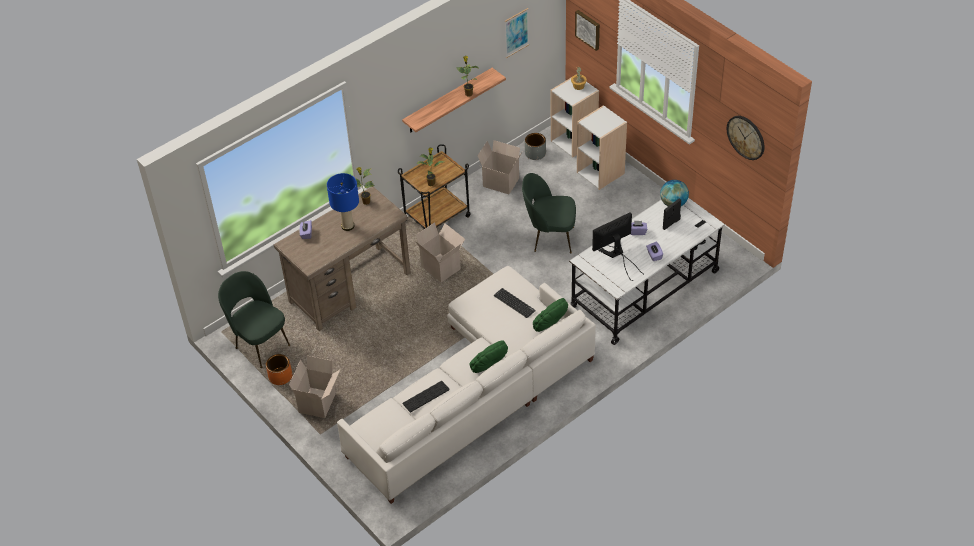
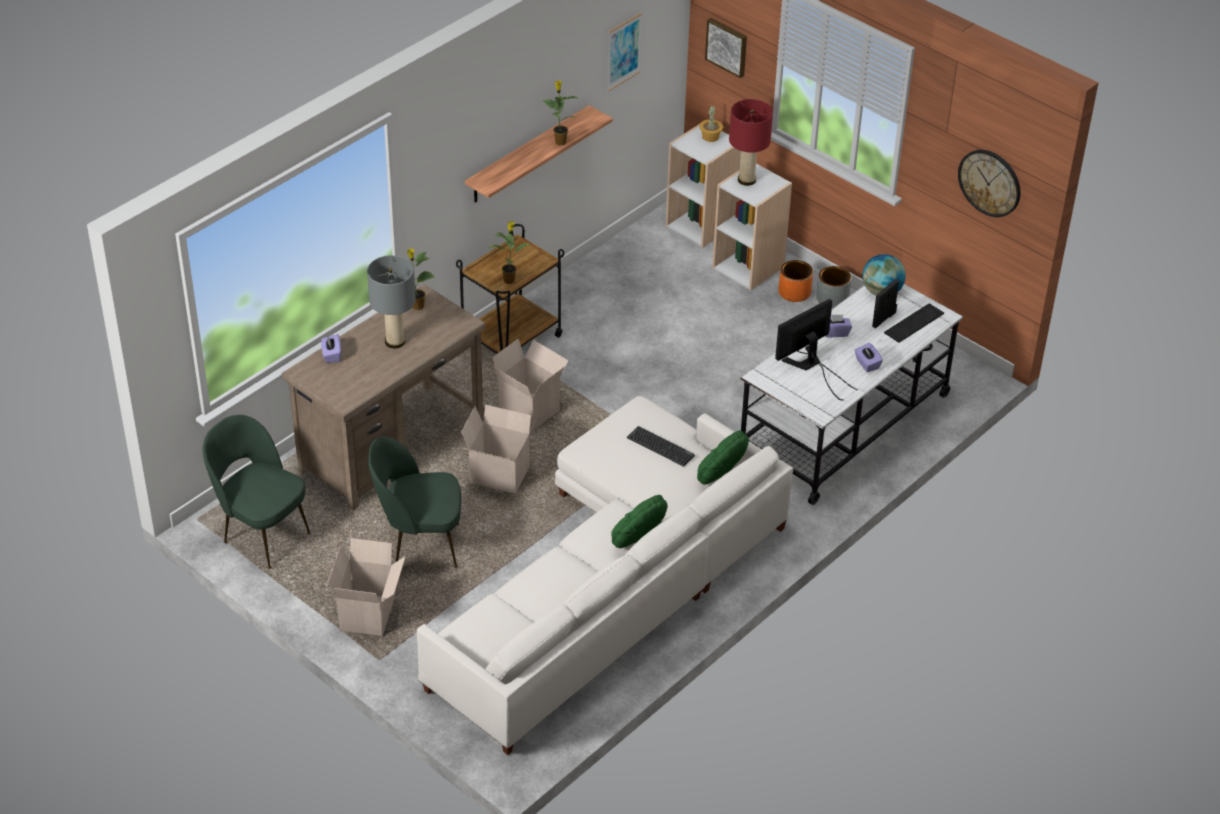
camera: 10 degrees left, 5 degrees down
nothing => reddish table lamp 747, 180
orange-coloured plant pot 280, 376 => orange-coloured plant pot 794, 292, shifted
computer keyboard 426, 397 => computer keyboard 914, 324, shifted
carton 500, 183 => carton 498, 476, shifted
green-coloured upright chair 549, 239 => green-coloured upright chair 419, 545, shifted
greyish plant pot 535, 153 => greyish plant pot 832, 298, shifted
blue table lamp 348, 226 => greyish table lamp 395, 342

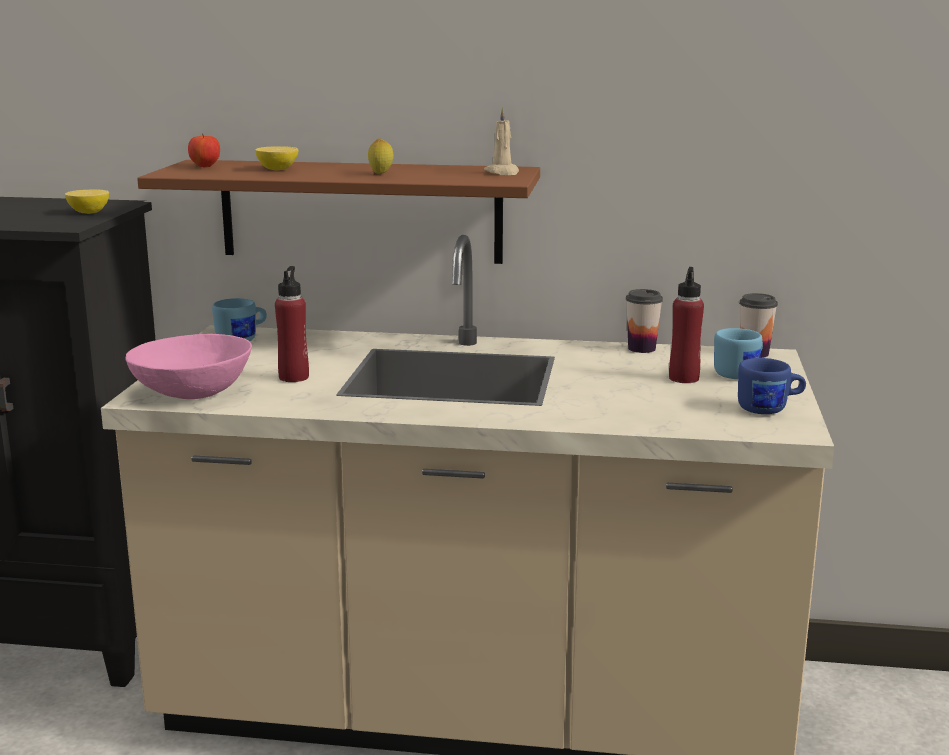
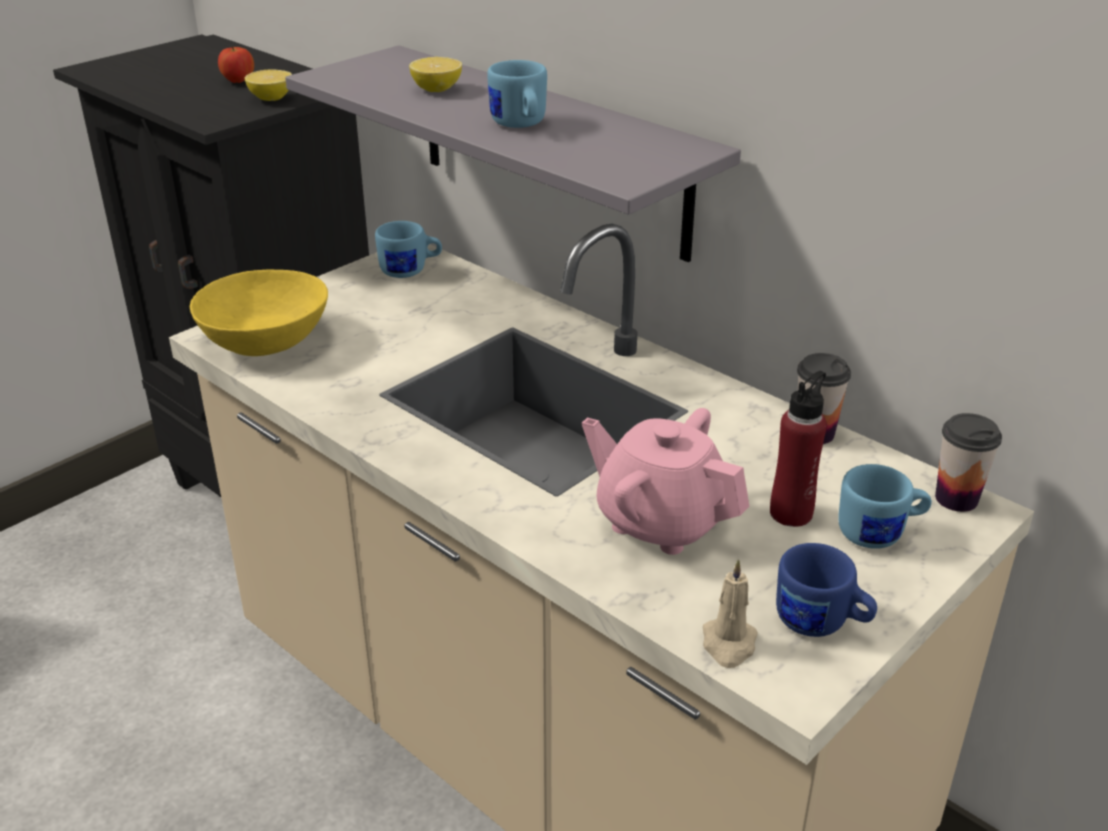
camera: 35 degrees right, 15 degrees up
reddish drink bottle 294, 377 => nothing
nothing => pinkish teapot 660, 521
whole apple 205, 166 => whole apple 238, 81, shifted
sand-coloured wax candle 502, 173 => sand-coloured wax candle 729, 644, shifted
lemon 381, 174 => blue mug 520, 125
pinkish serving bowl 194, 391 => yellow-coloured serving bowl 267, 341
brownish shelf 360, 211 => greyish shelf 551, 150

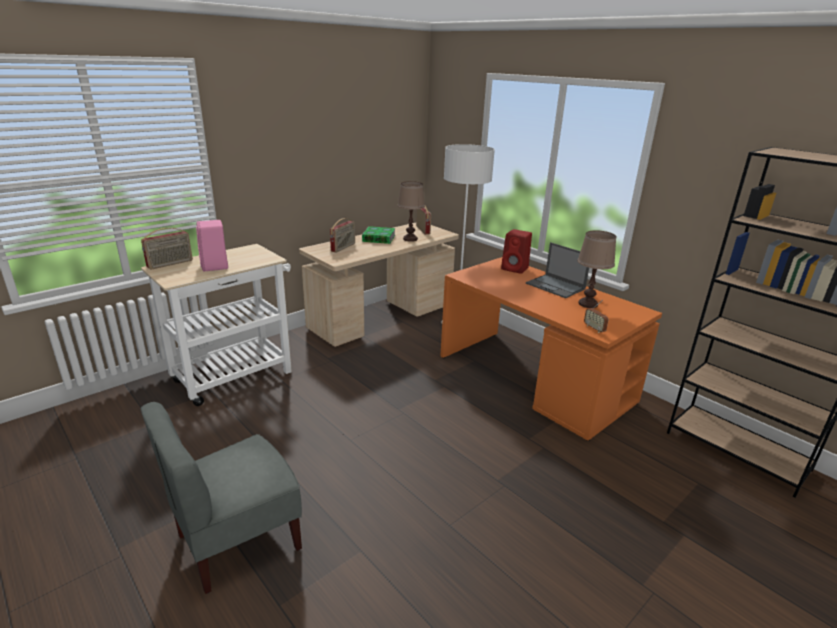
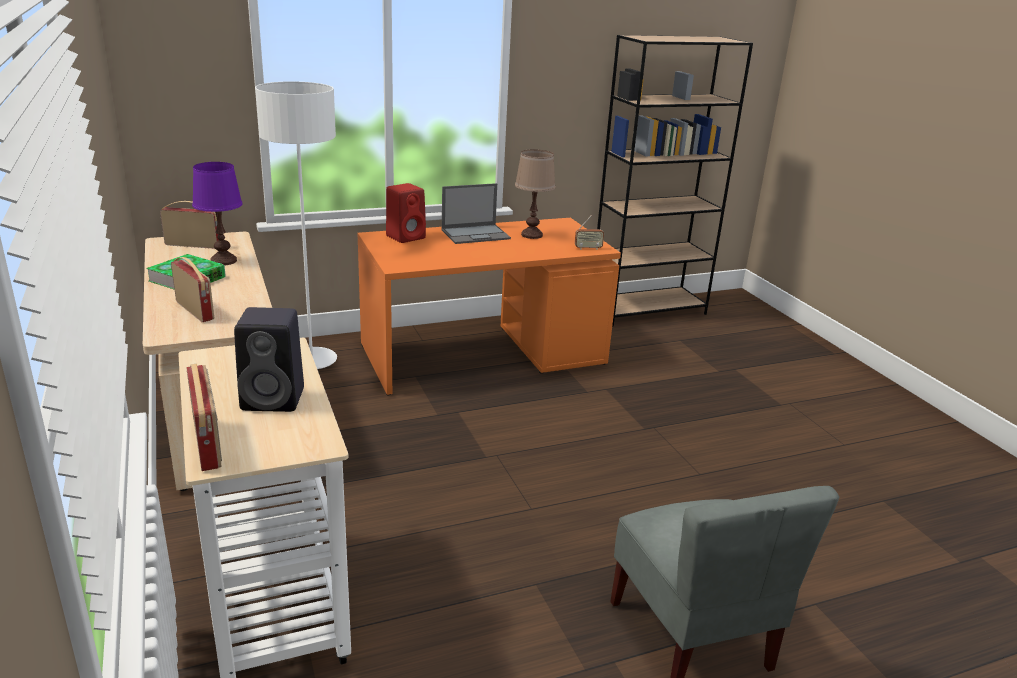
camera: 70 degrees left, 0 degrees up
pinkish audio speaker 215, 266 => black-coloured audio speaker 275, 399
brownish table lamp 410, 239 => purple-coloured table lamp 224, 261

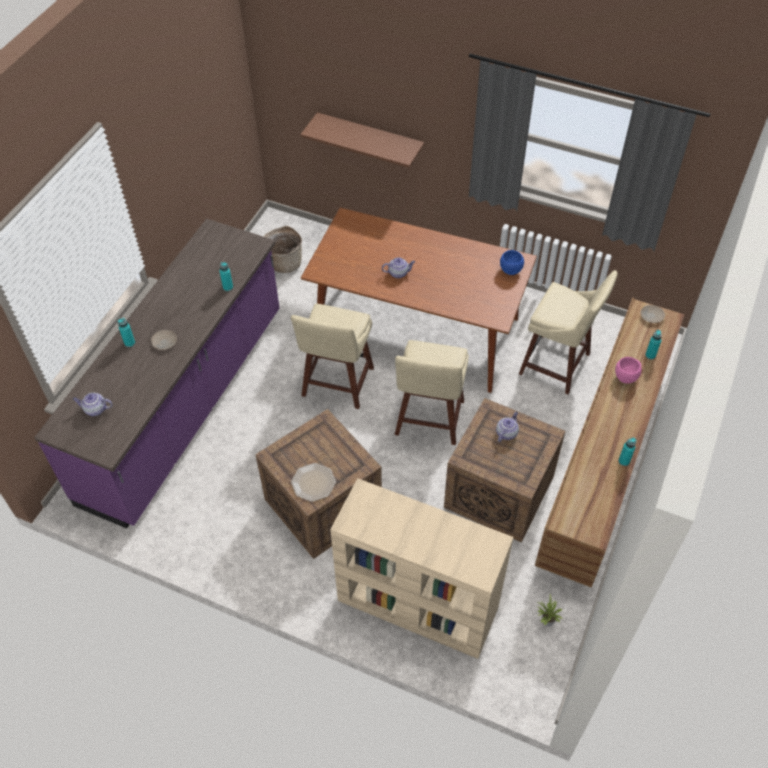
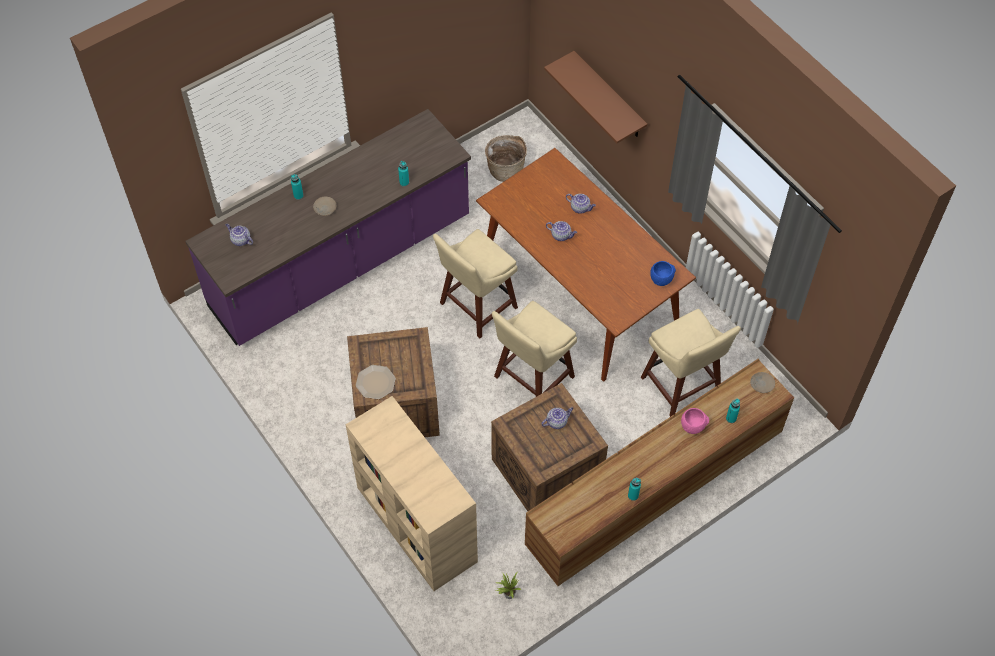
camera: 30 degrees right, 5 degrees up
nothing => teapot 580, 208

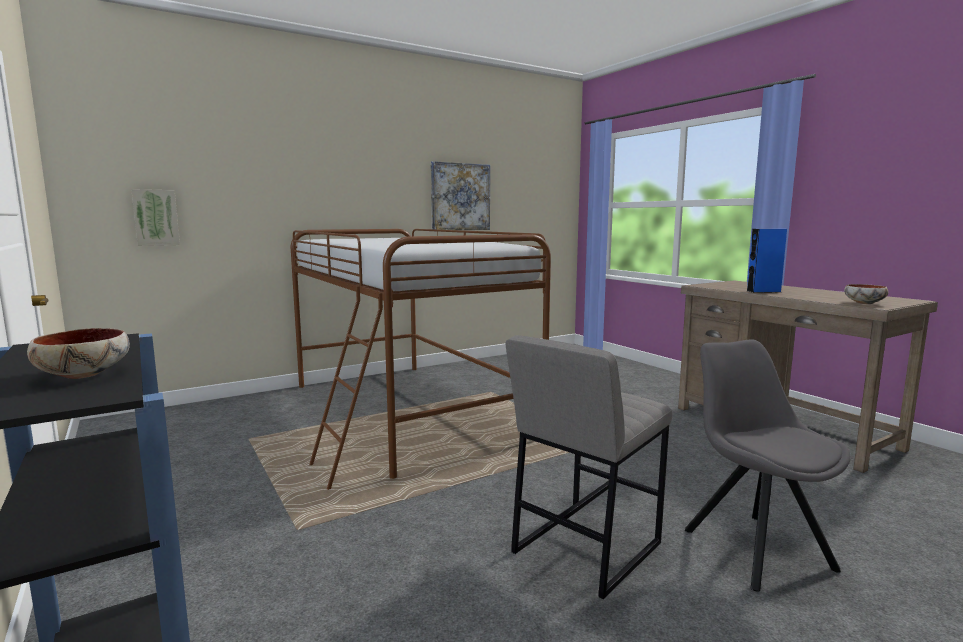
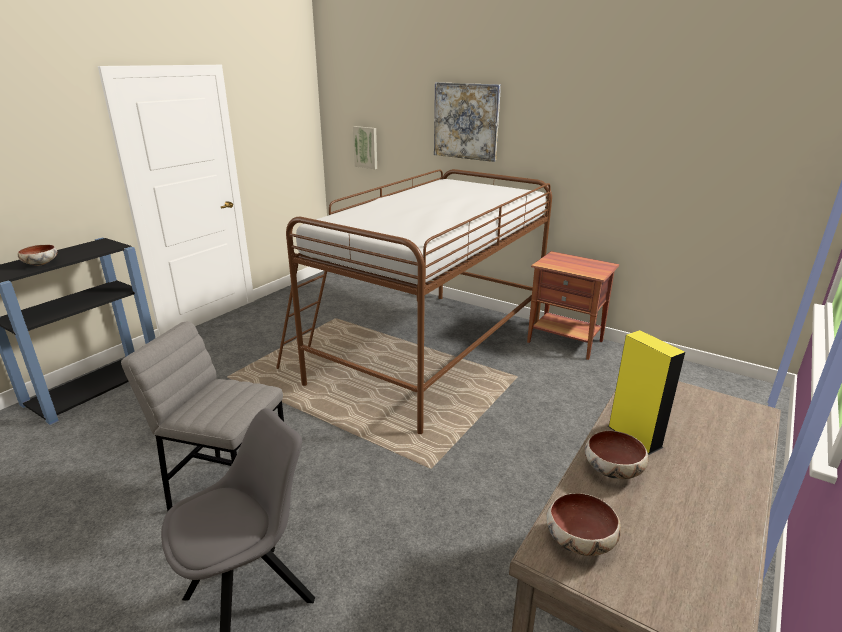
camera: 65 degrees right, 15 degrees up
nothing => nightstand 566, 341
nothing => serving bowl 612, 470
wall picture 460, 197 => wall picture 466, 121, shifted
blue audio speaker 763, 291 => yellow-coloured audio speaker 634, 436

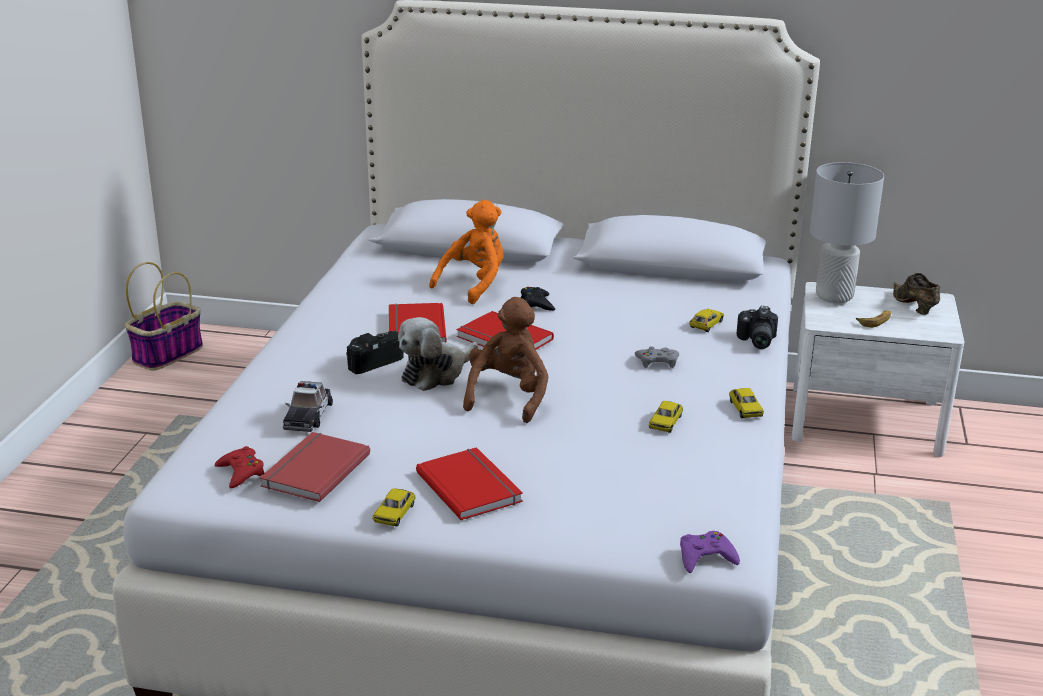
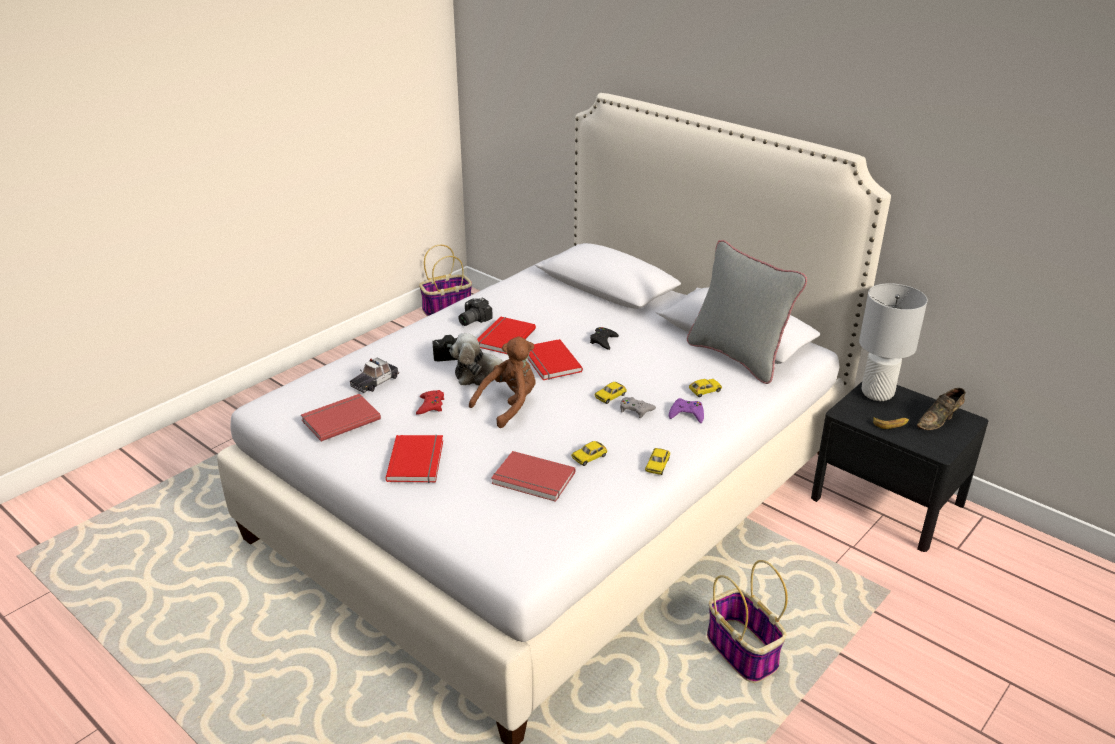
camera: 30 degrees right, 5 degrees up
orange-coloured plush toy 474, 284 => nothing
nothing => reddish bound book 533, 480
nothing => greyish cushion 738, 357
nothing => basket 743, 652
reddish game controller 241, 472 => reddish game controller 430, 405, shifted
toy car 394, 513 => toy car 610, 396, shifted
purple-coloured game controller 705, 557 => purple-coloured game controller 687, 414, shifted
photo camera 755, 341 => photo camera 472, 320, shifted
white nightstand 865, 420 => black-coloured nightstand 887, 501
brownish shoe 914, 306 => brownish shoe 939, 421, 135 degrees counterclockwise

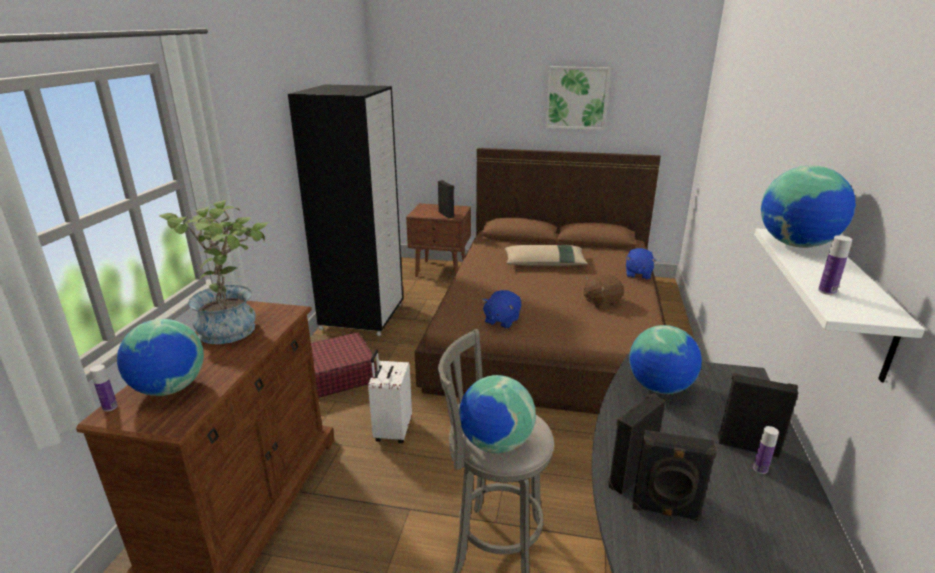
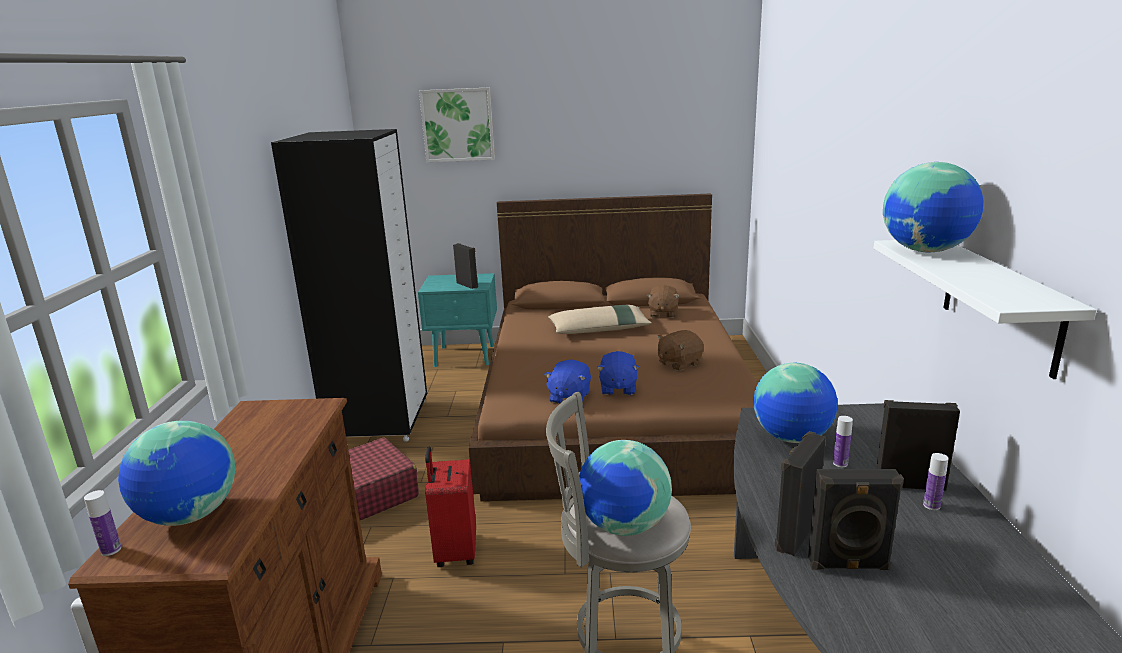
camera: 10 degrees left, 5 degrees down
plant in a pot 234, 326 => nothing
nothing => brownish plush toy 662, 313
wall picture 576, 98 => wall picture 458, 125, shifted
blue plush toy 637, 274 => blue plush toy 617, 388, shifted
drink bottle 827, 291 => drink bottle 840, 463, shifted
white suitcase 392, 431 => reddish suitcase 454, 552
brownish nightstand 441, 270 => blue-green nightstand 465, 356

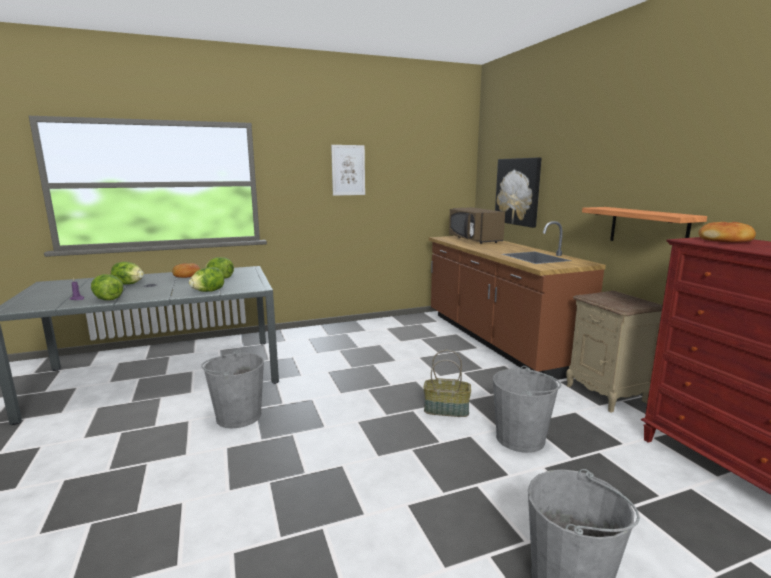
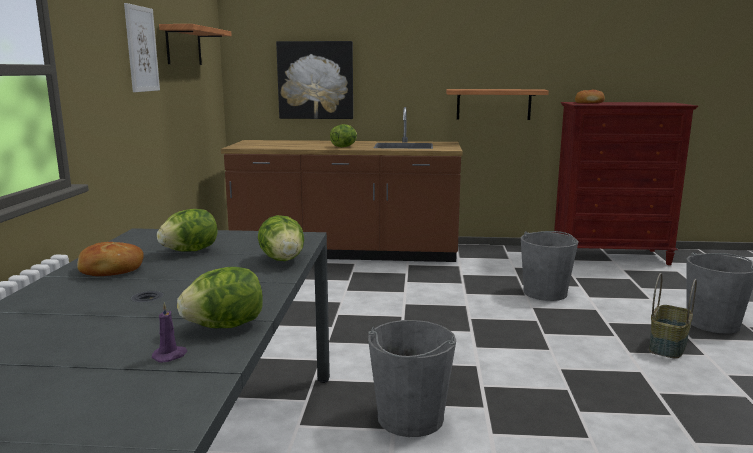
camera: 65 degrees left, 0 degrees up
brownish kitchen microwave 473, 240 => nothing
sand-coloured nightstand 606, 394 => nothing
nothing => shelf 184, 46
head of lettuce 129, 284 => head of lettuce 344, 147, shifted
basket 447, 409 => basket 667, 345, shifted

